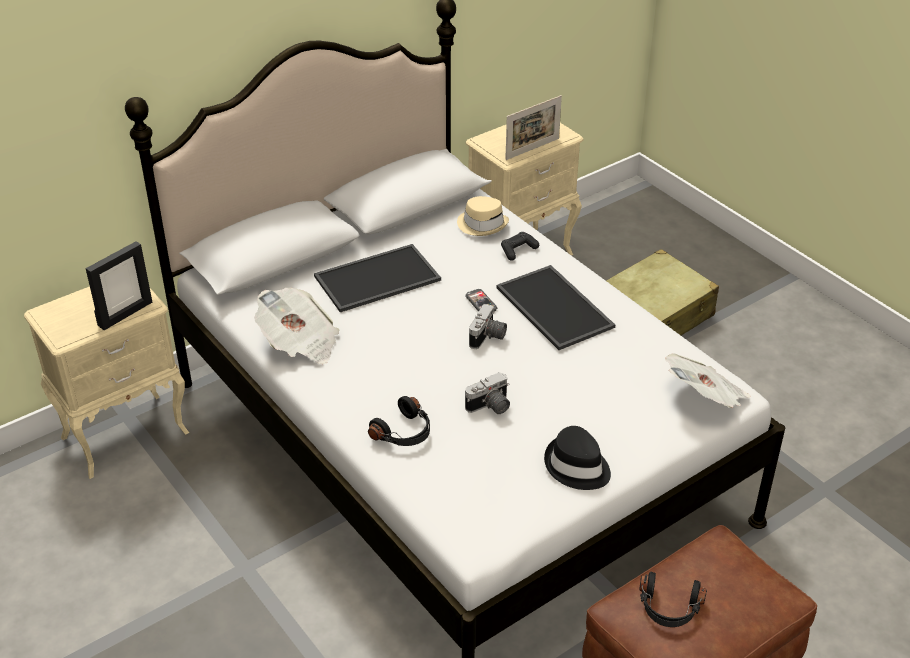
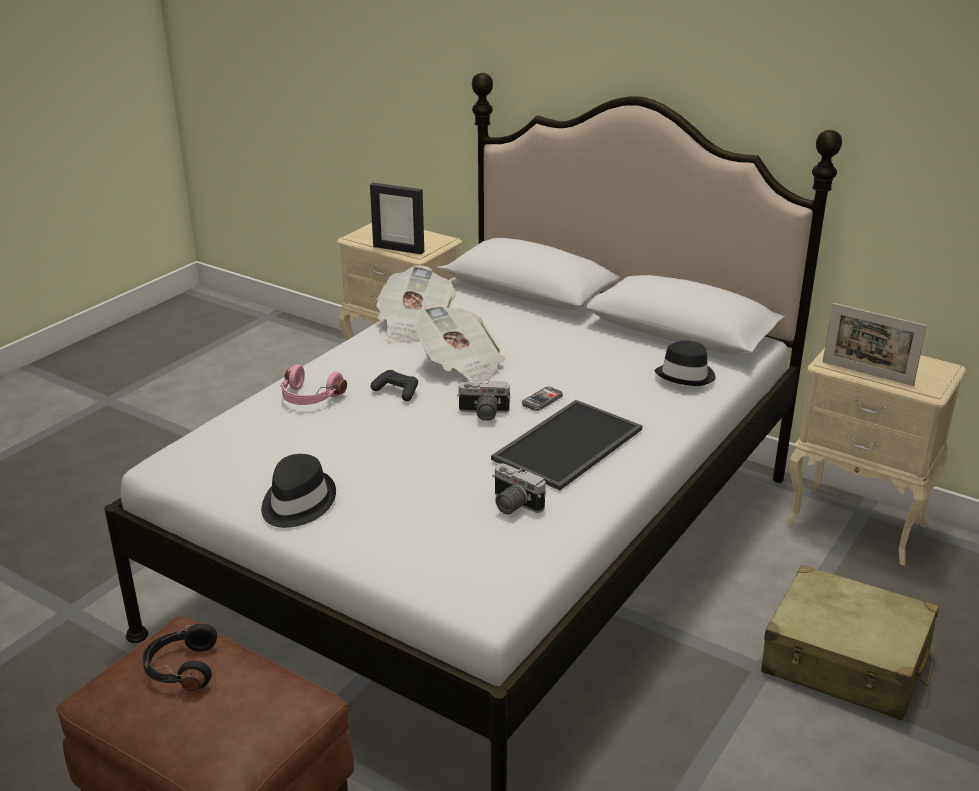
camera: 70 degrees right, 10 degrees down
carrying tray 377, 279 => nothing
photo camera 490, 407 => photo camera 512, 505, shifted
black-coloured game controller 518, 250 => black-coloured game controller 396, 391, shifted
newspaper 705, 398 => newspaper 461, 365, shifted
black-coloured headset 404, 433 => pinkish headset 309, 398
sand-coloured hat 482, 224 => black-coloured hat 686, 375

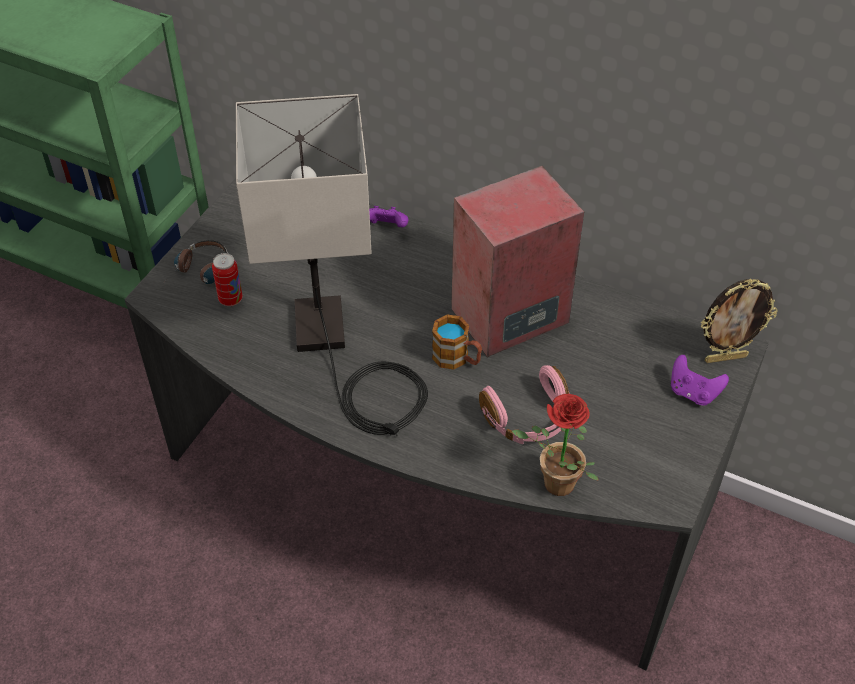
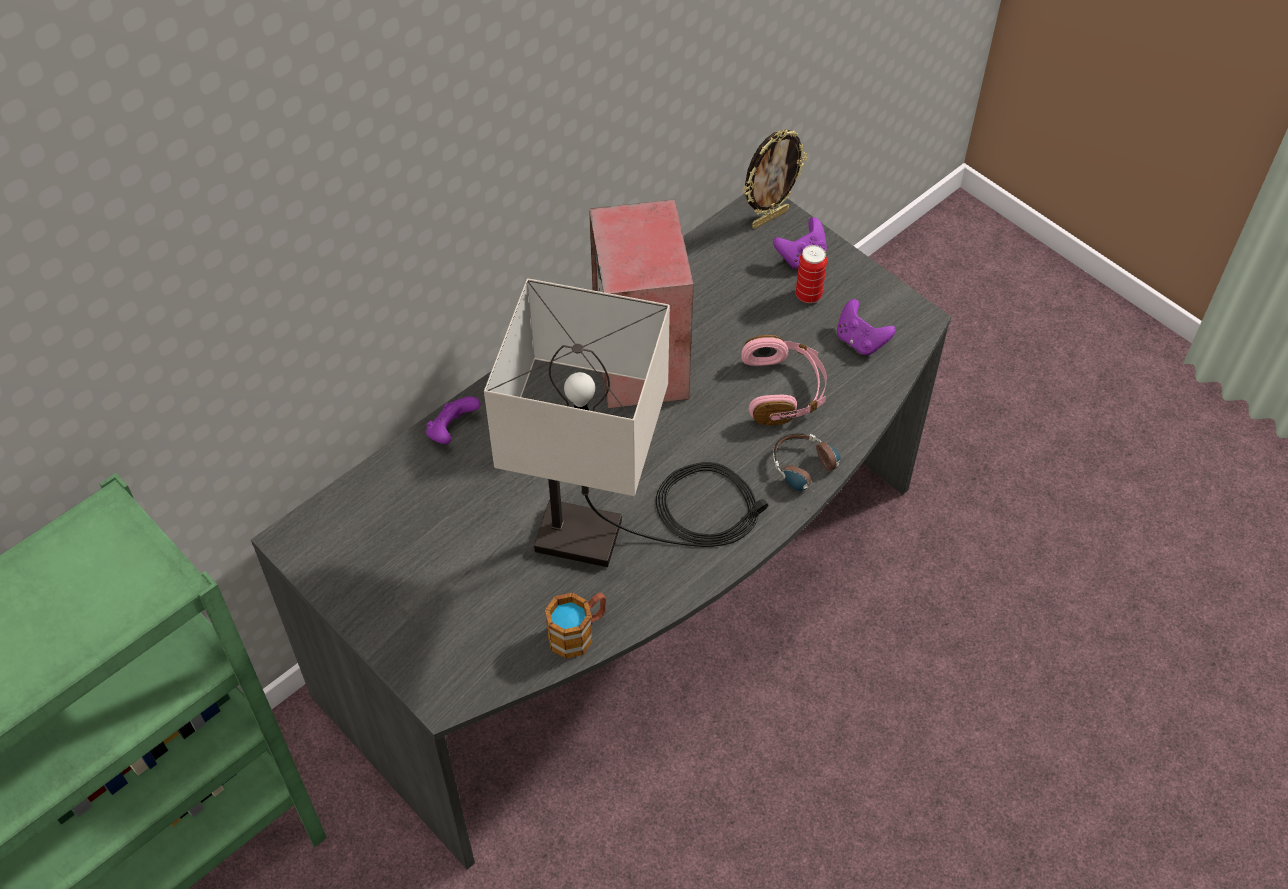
camera: 70 degrees left, 5 degrees up
plant in a pot 552, 485 => nothing
nothing => purple-coloured game controller 860, 341
headset 199, 273 => headset 810, 473, shifted
metal can 230, 299 => metal can 808, 295, shifted
mug 457, 359 => mug 578, 632, shifted
standing frame 725, 357 => standing frame 769, 218, 45 degrees clockwise

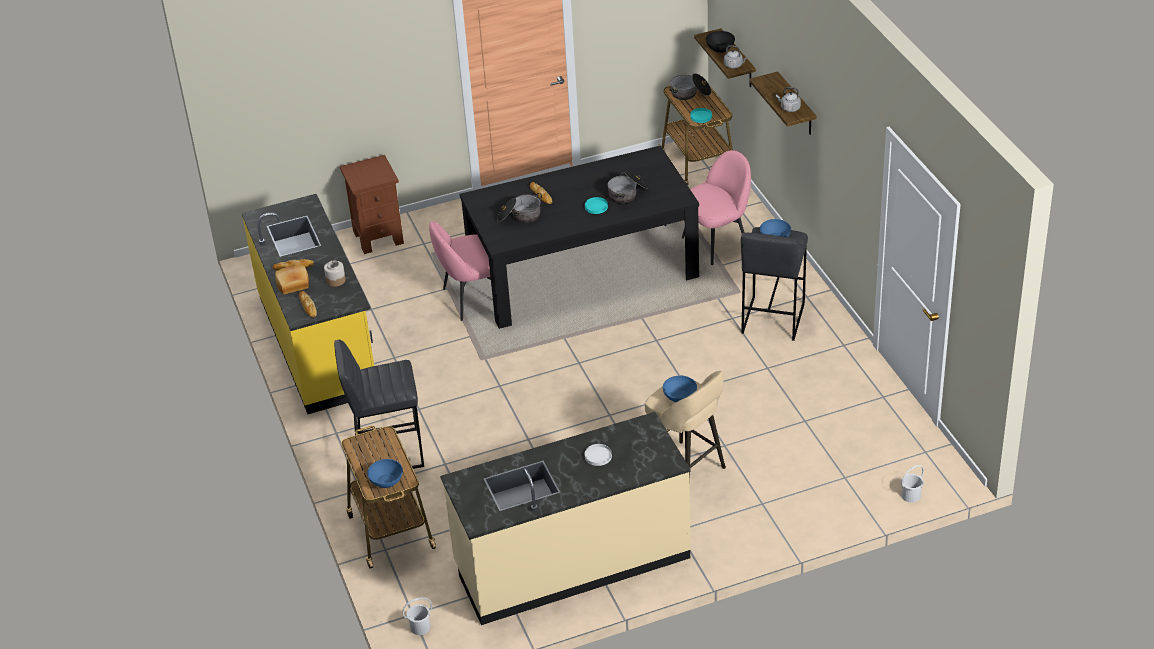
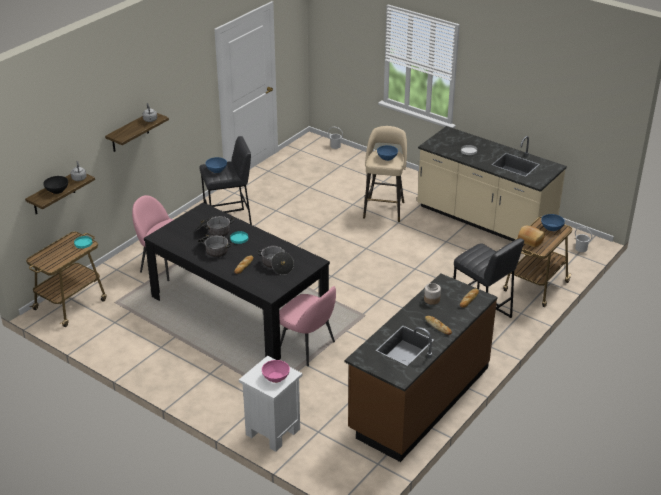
camera: 125 degrees left, 5 degrees down
nothing => pinkish serving bowl 276, 377
bakery bread 293, 285 => bakery bread 531, 240, shifted
stockpot 690, 93 => stockpot 214, 249, shifted
yellow-coloured kitchen counter 319, 344 => brownish kitchen counter 419, 399
brownish nightstand 379, 237 => white nightstand 273, 431

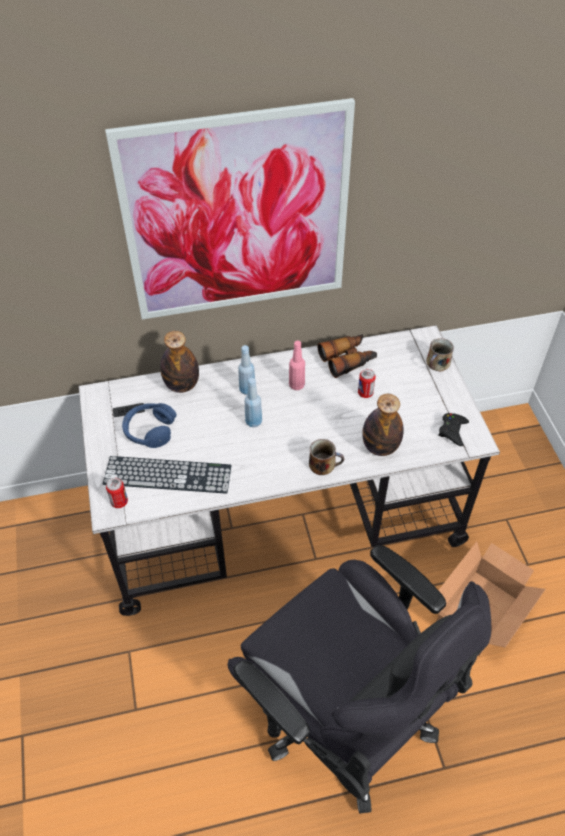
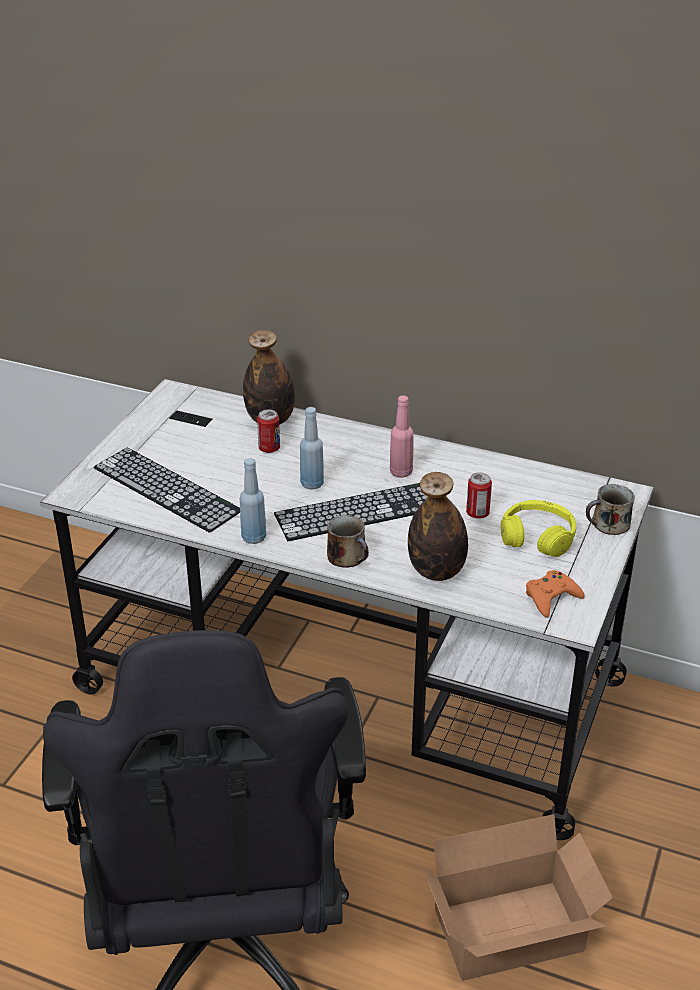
camera: 35 degrees right, 15 degrees down
wall picture 237, 216 => nothing
blue headset 149, 430 => nothing
field glasses 347, 359 => nothing
nothing => computer keyboard 362, 510
nothing => yellow-coloured headset 537, 537
metal can 119, 502 => metal can 269, 448, shifted
blue drink bottle 247, 389 => blue drink bottle 253, 537, shifted
black-coloured game controller 452, 431 => orange-coloured game controller 551, 597

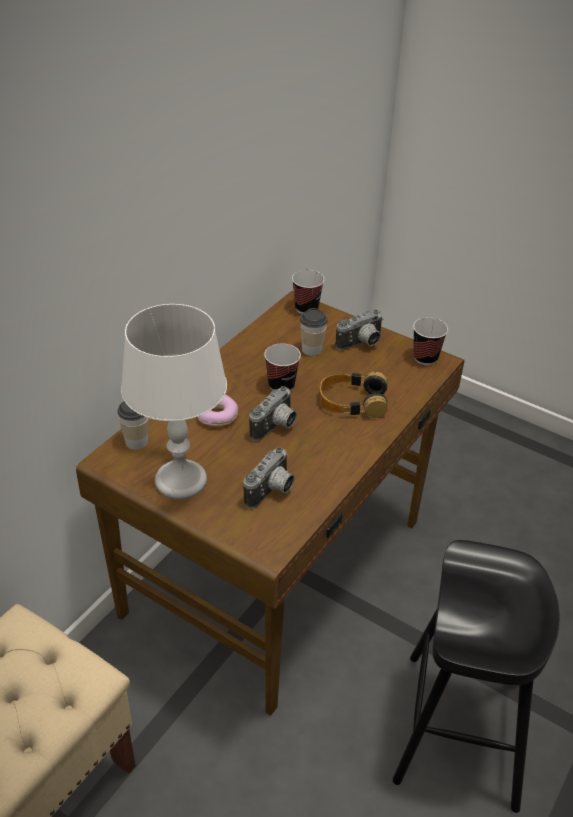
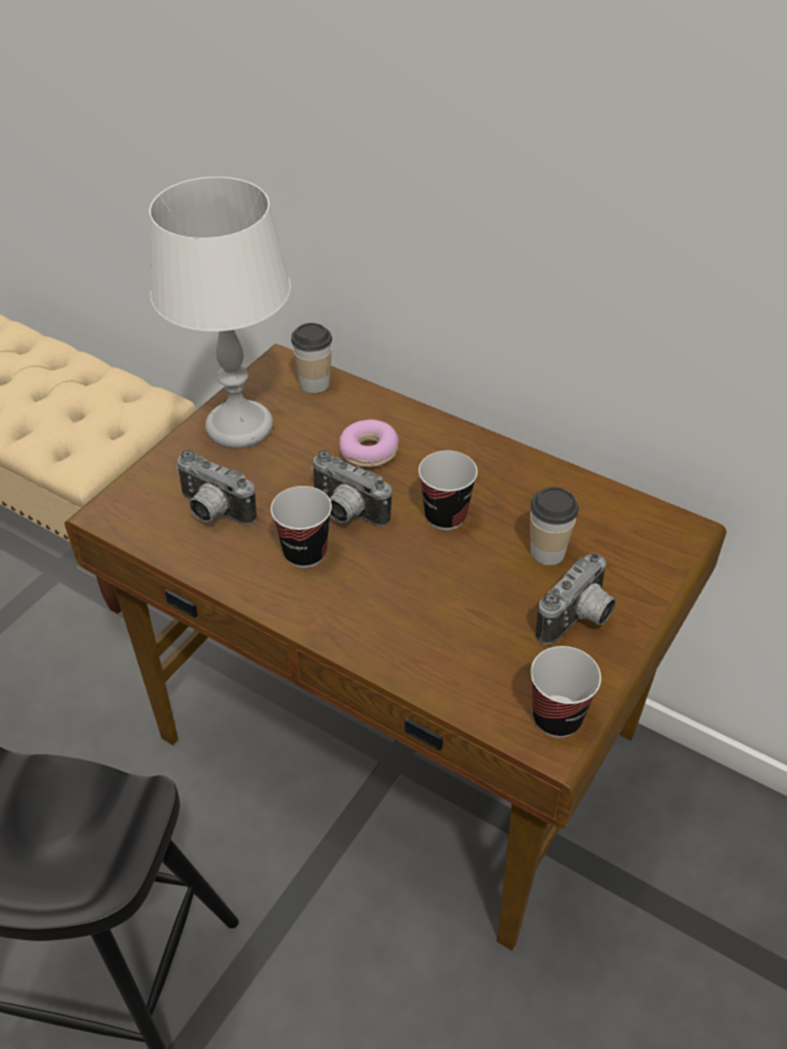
camera: 90 degrees right, 5 degrees up
headset 352, 402 => nothing
drinking cup 306, 308 => drinking cup 305, 553, shifted
photo camera 361, 344 => photo camera 578, 620, 105 degrees counterclockwise

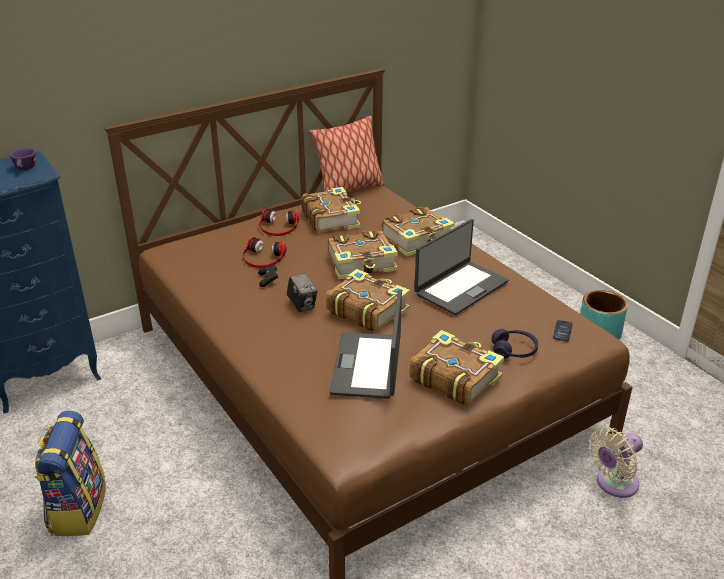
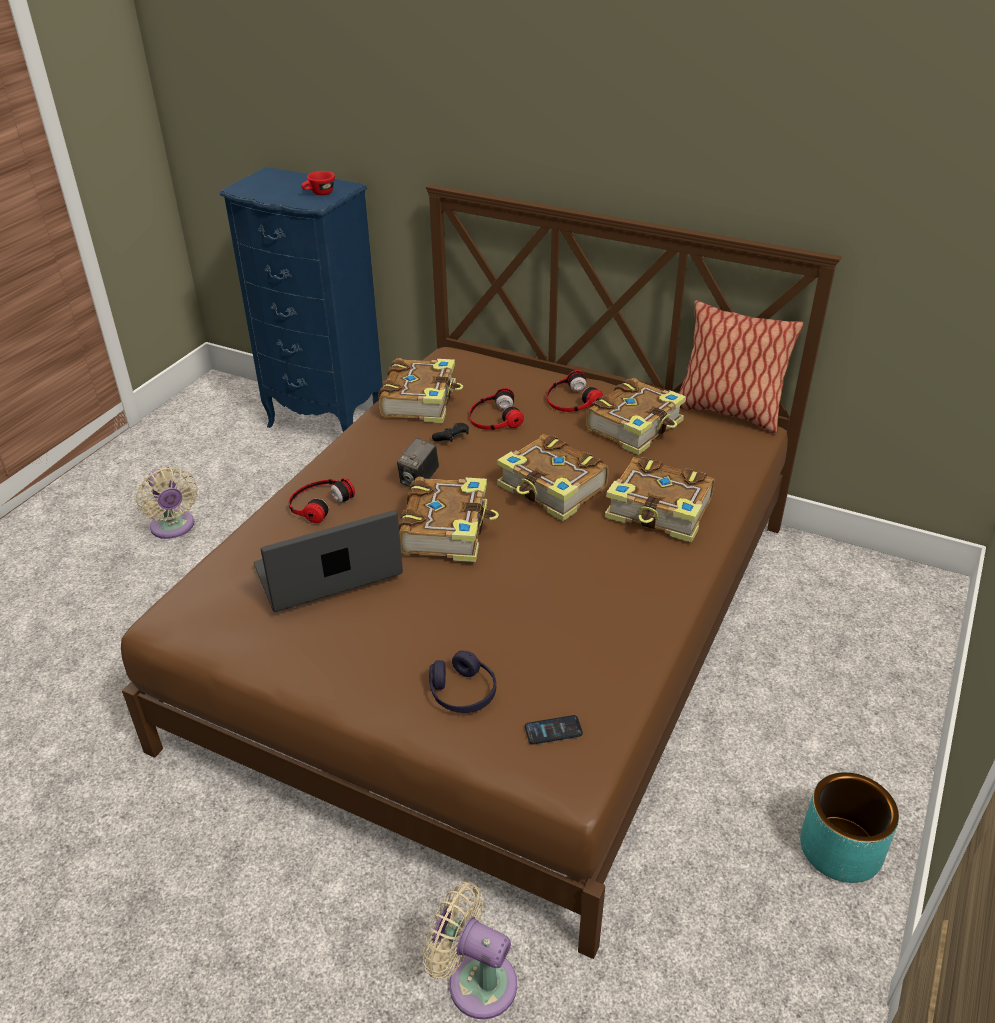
camera: 60 degrees right, 5 degrees up
notebook computer 460, 287 => nothing
nothing => headset 318, 503
bound book 454, 377 => bound book 421, 401, shifted
knapsack 77, 509 => sand-coloured electric fan 174, 528
purple-coloured drinking cup 25, 169 => reddish drinking cup 319, 194

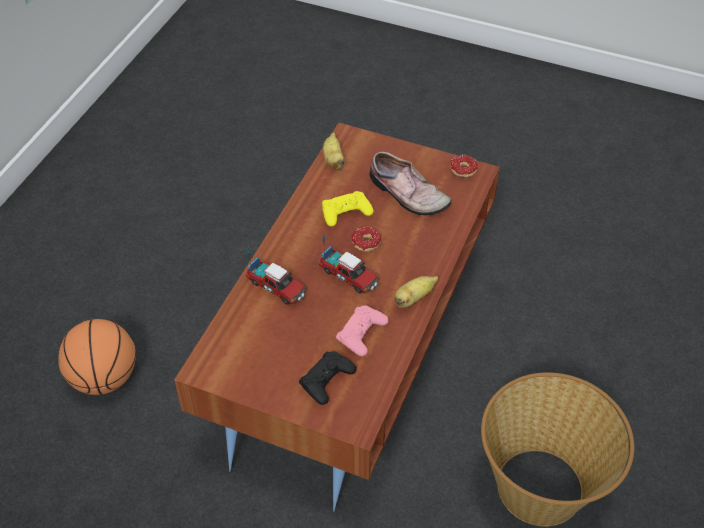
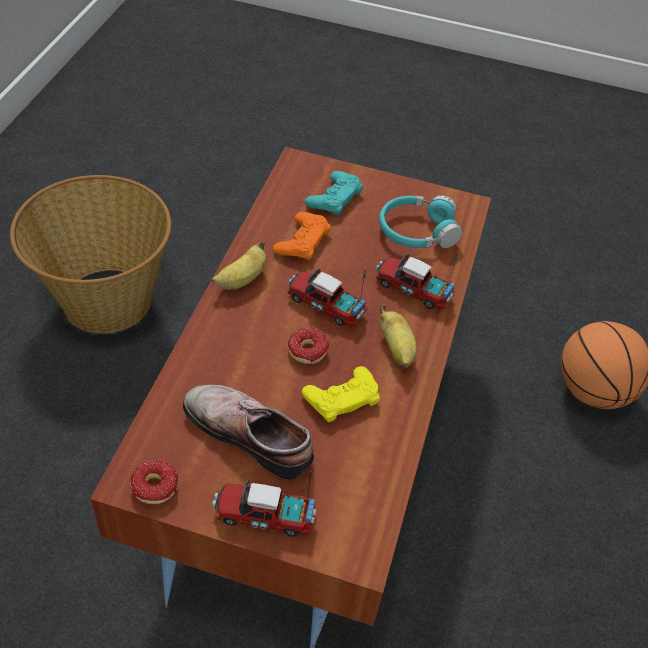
camera: 170 degrees right, 0 degrees up
nothing => toy lorry 264, 515
nothing => blue-green headset 417, 231
banana 333, 160 => banana 396, 349, shifted
black-coloured game controller 327, 380 => blue-green game controller 334, 198
pinkish game controller 362, 333 => orange-coloured game controller 302, 241

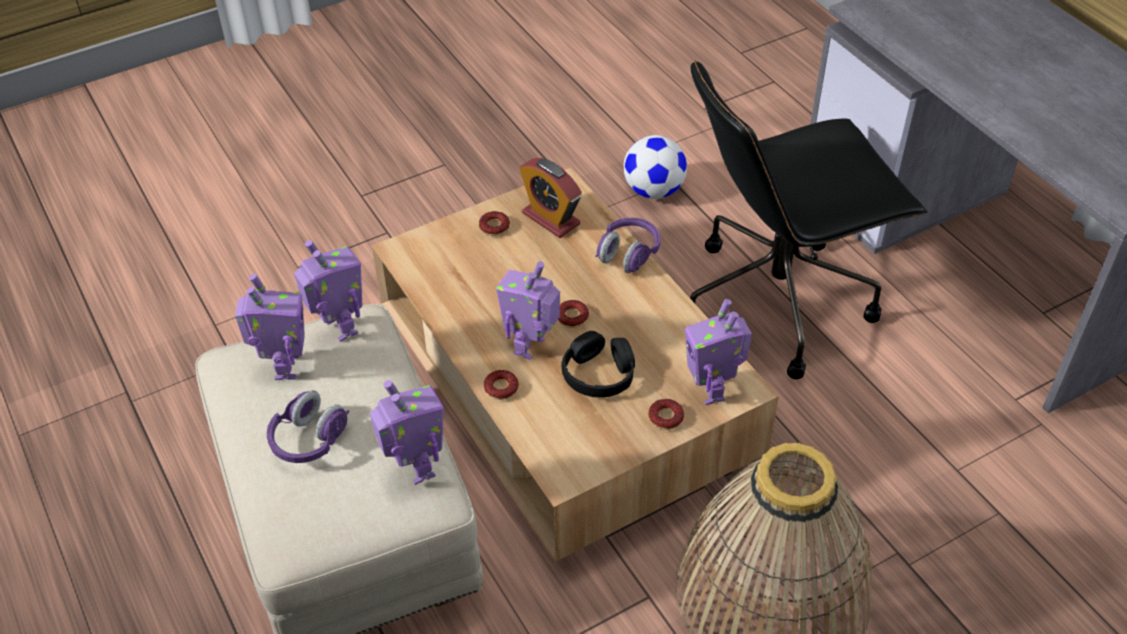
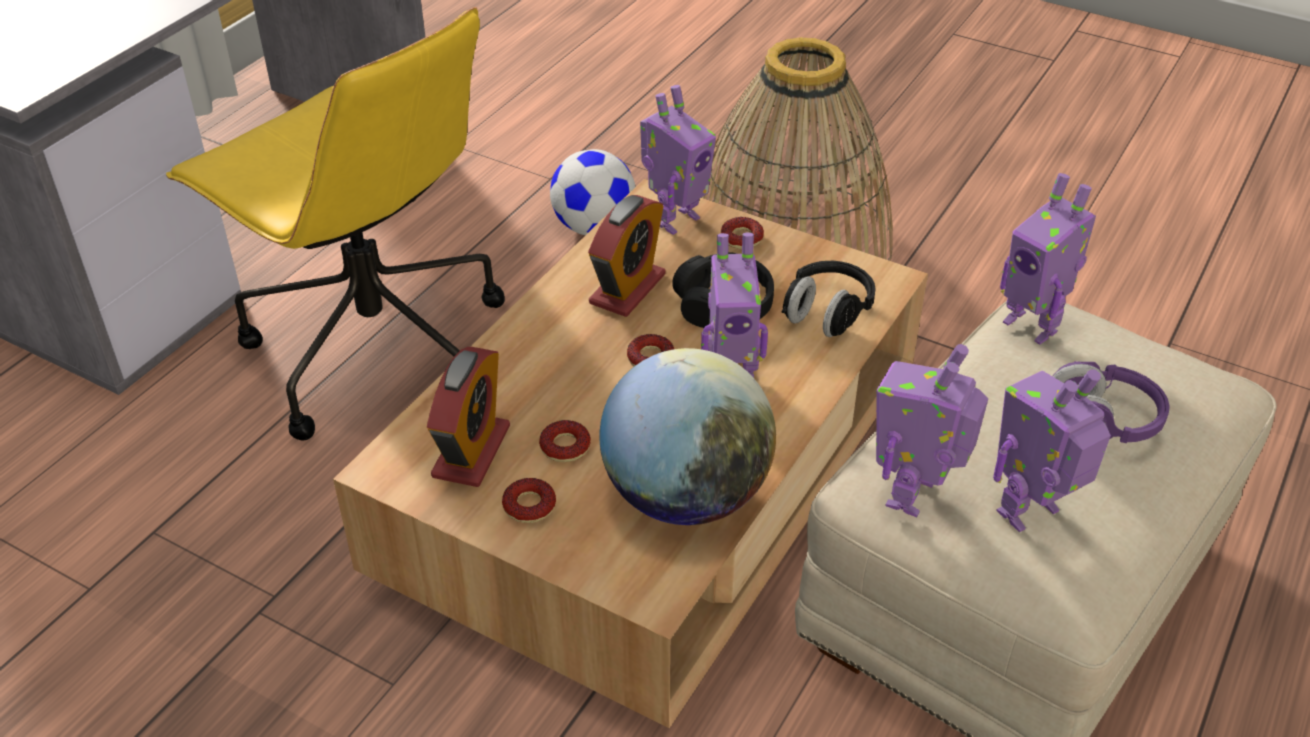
camera: 120 degrees left, 5 degrees down
purple-coloured headset 628, 254 => nothing
nothing => alarm clock 627, 289
nothing => globe 685, 495
nothing => black-coloured headset 827, 313
doughnut 501, 388 => doughnut 565, 446, shifted
football 654, 191 => football 594, 227, shifted
black-coloured computer chair 778, 300 => yellow-coloured computer chair 374, 350
toy robot 415, 468 => toy robot 1032, 325, 75 degrees counterclockwise

